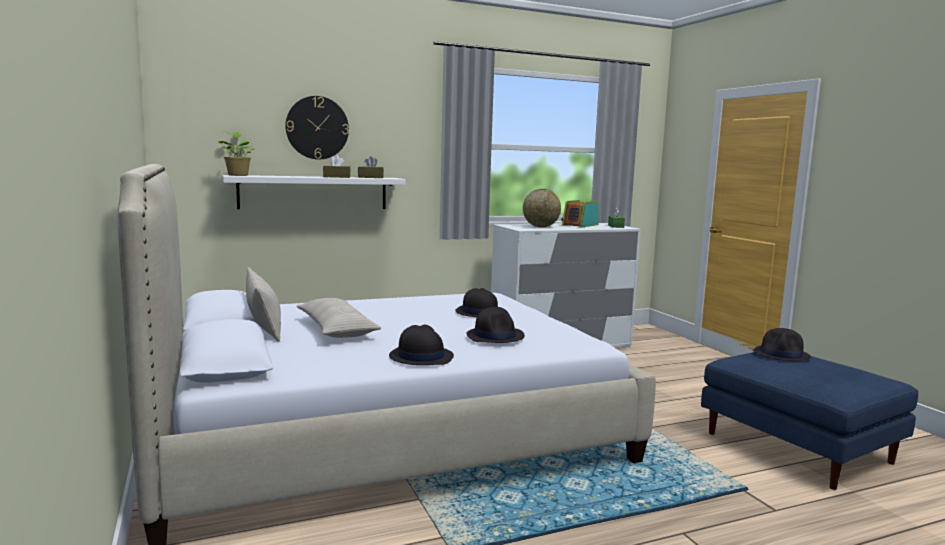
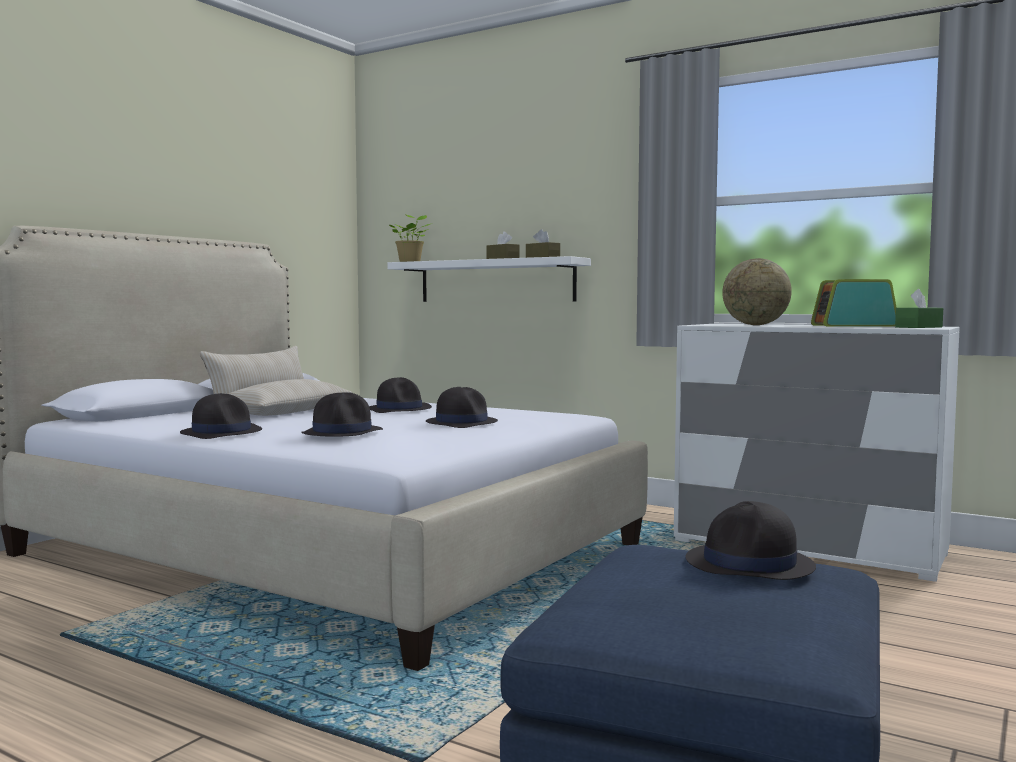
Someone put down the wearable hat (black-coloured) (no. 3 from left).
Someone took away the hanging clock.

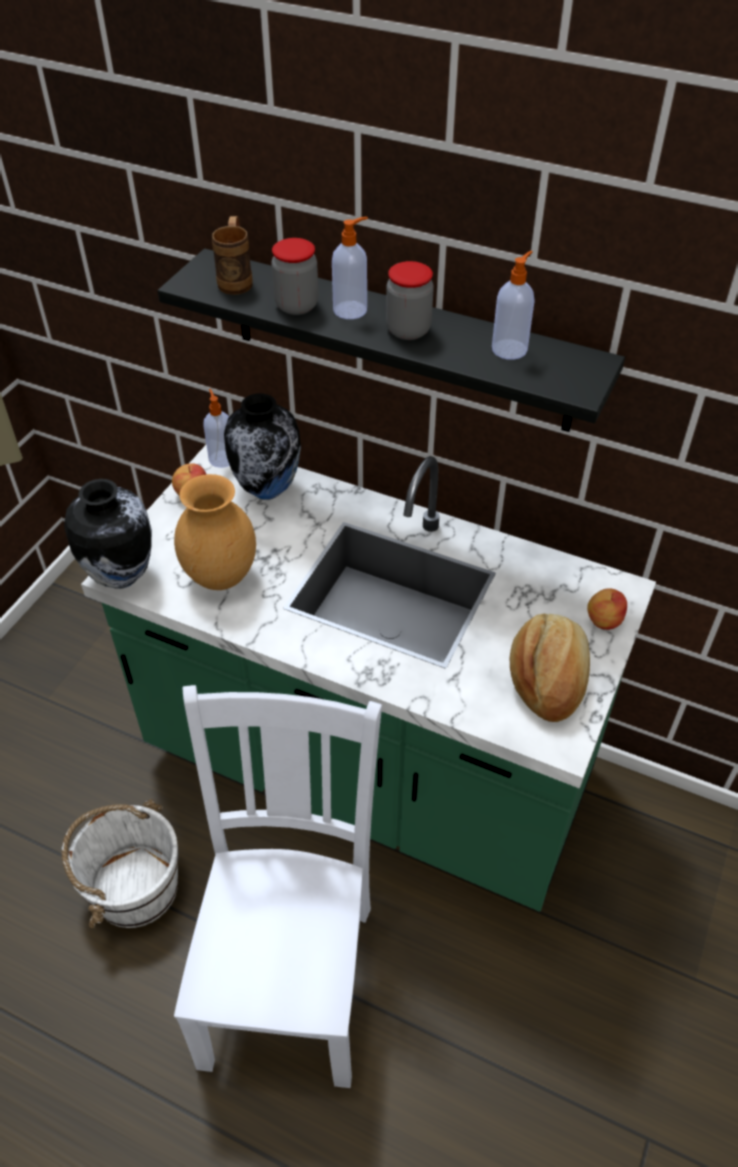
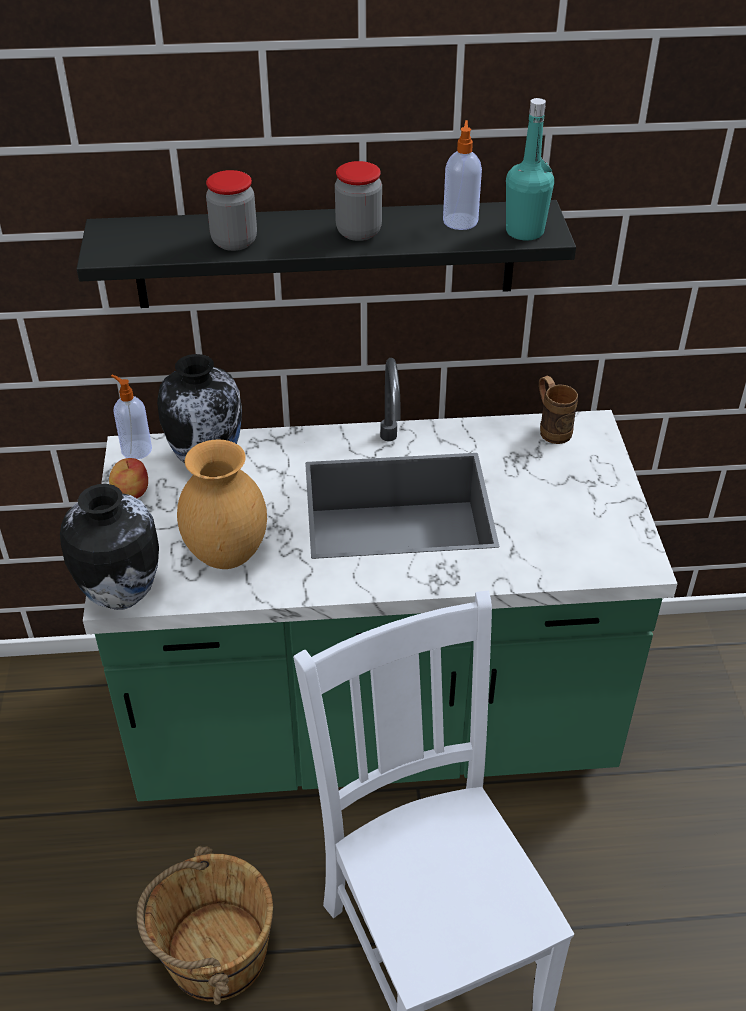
Someone repainted the water bucket (whitish), which became the water bucket (brown-coloured).
Someone put down the beverage bottle (blue-green).
Someone carried the coffee mug (brown-coloured).
Someone took away the soap bottle (no. 2 from left).
Someone took away the bread.
Someone took away the whole apple (no. 2 from left).

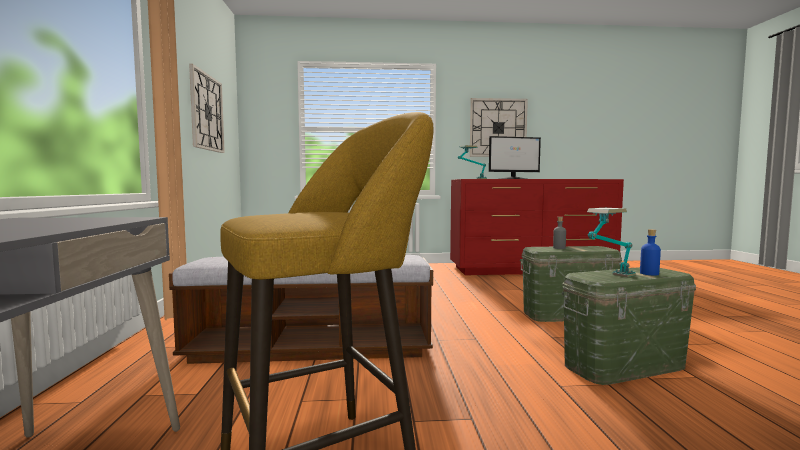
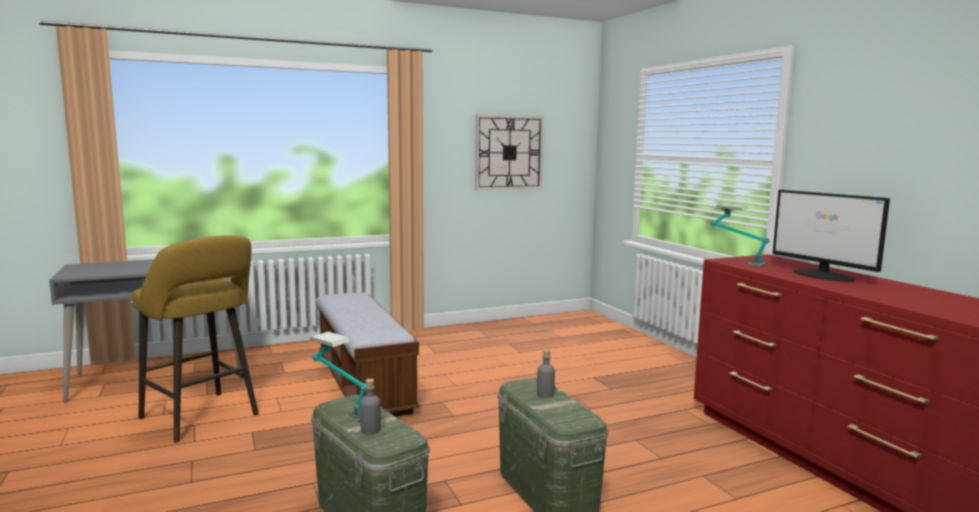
Someone repainted the beverage bottle (bluish), which became the beverage bottle (grey) (no. 1 from left).
Someone took away the hanging clock (no. 2 from left).

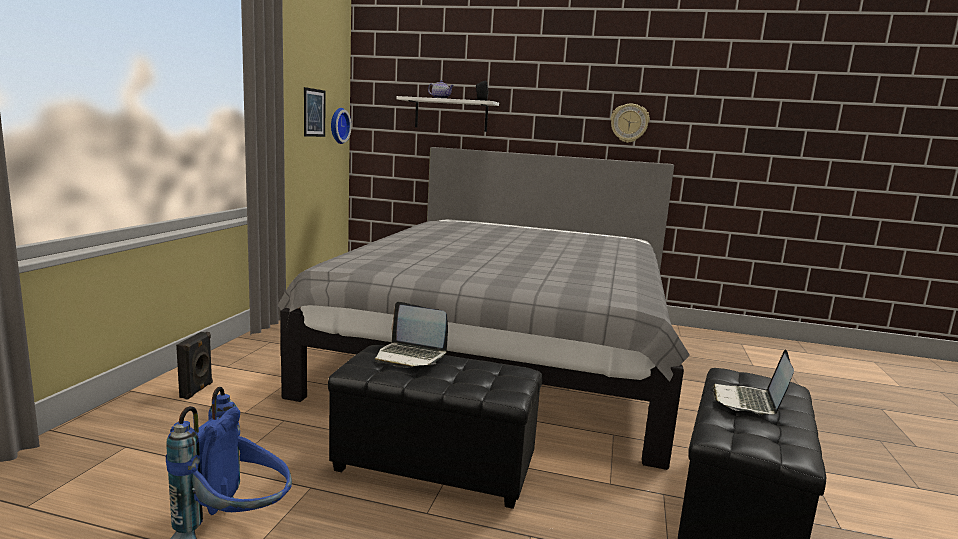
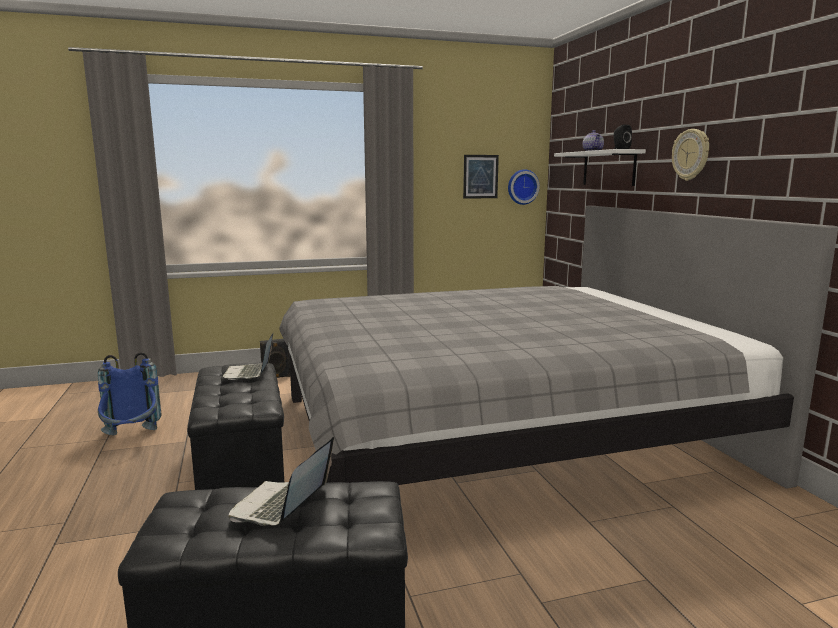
Someone rotated the laptop (no. 2 from left) by 60 degrees counterclockwise.
Someone carried the hanging clock (no. 2 from left).

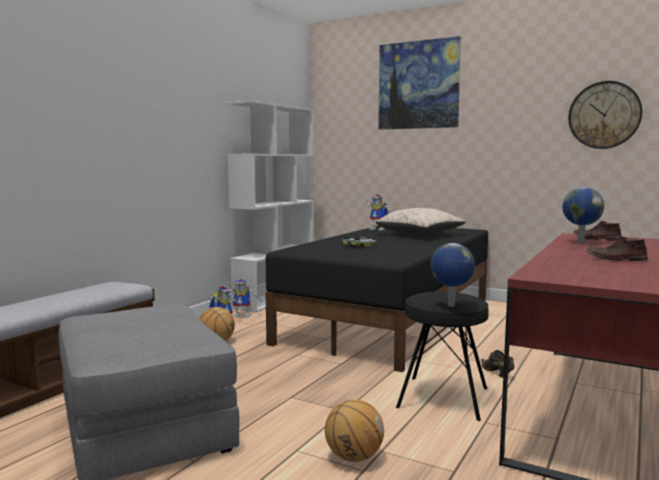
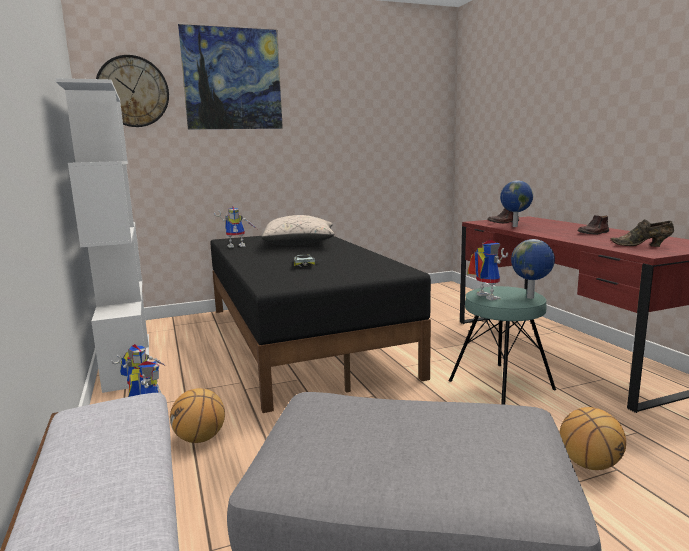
Someone carried the hanging clock.
Someone repainted the stool seat (black-coloured), which became the stool seat (blue-green).
Someone put down the robot figure (no. 4 from left).
Someone carried the low shoe (brown-coloured) (no. 1 from left in the first image).

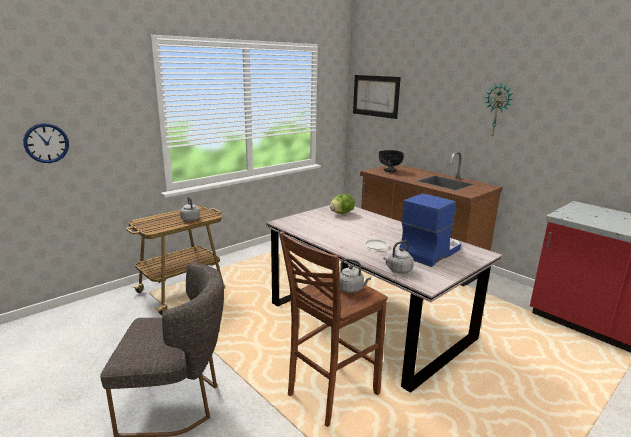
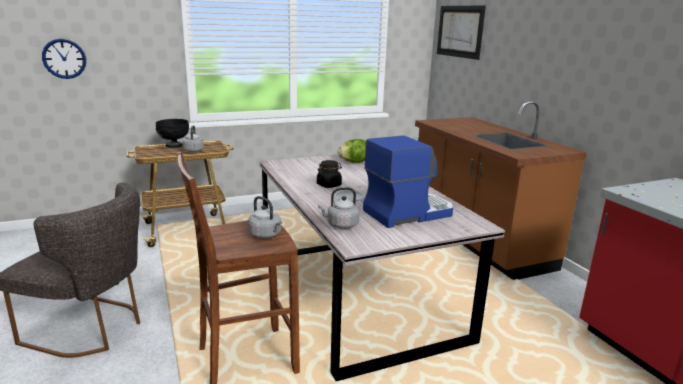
Someone carried the serving bowl (black-coloured).
Someone put down the jar (black-coloured).
Someone took away the hanging clock (no. 2 from left).

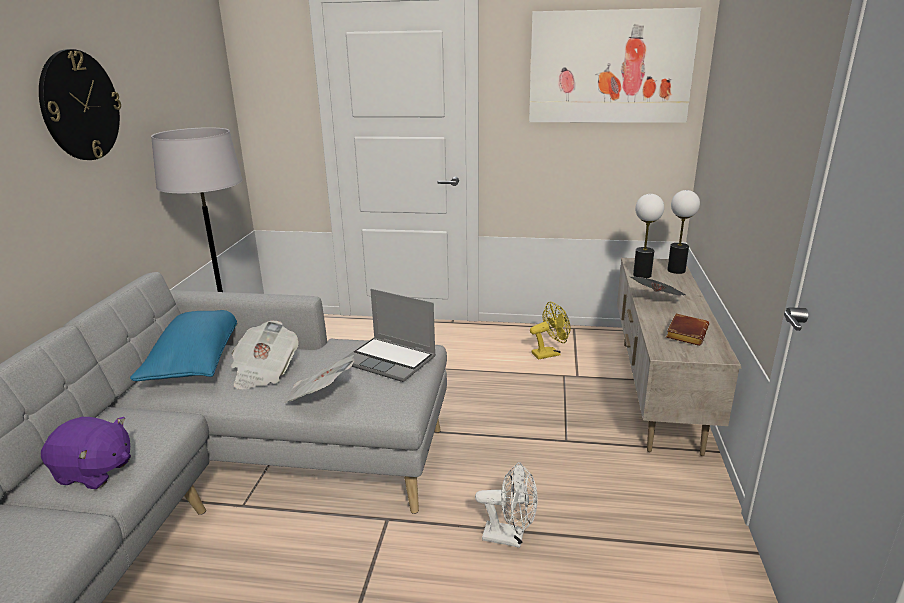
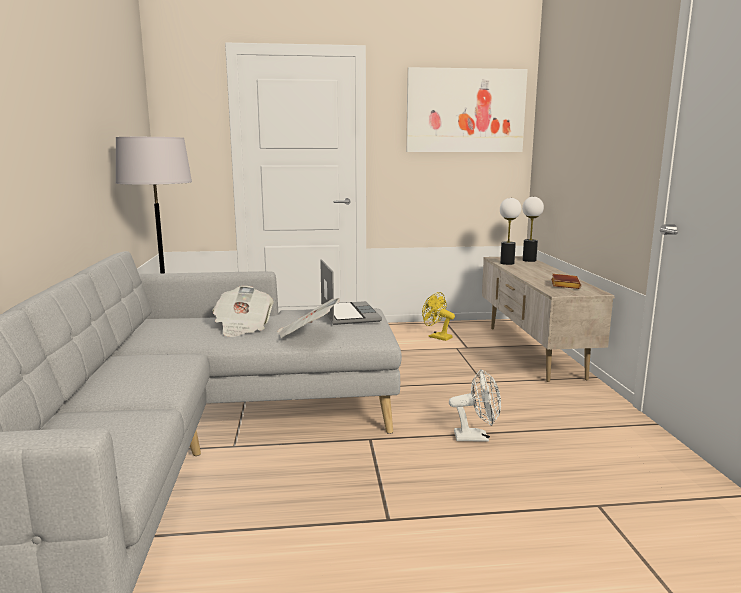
Someone rotated the laptop by 120 degrees counterclockwise.
Someone rotated the cooling fan (yellowish) by 105 degrees counterclockwise.
Someone took away the hanging clock.
Someone took away the cuddly toy (purplish).
Someone took away the pillow (bluish).
Someone took away the newspaper (no. 3 from left).

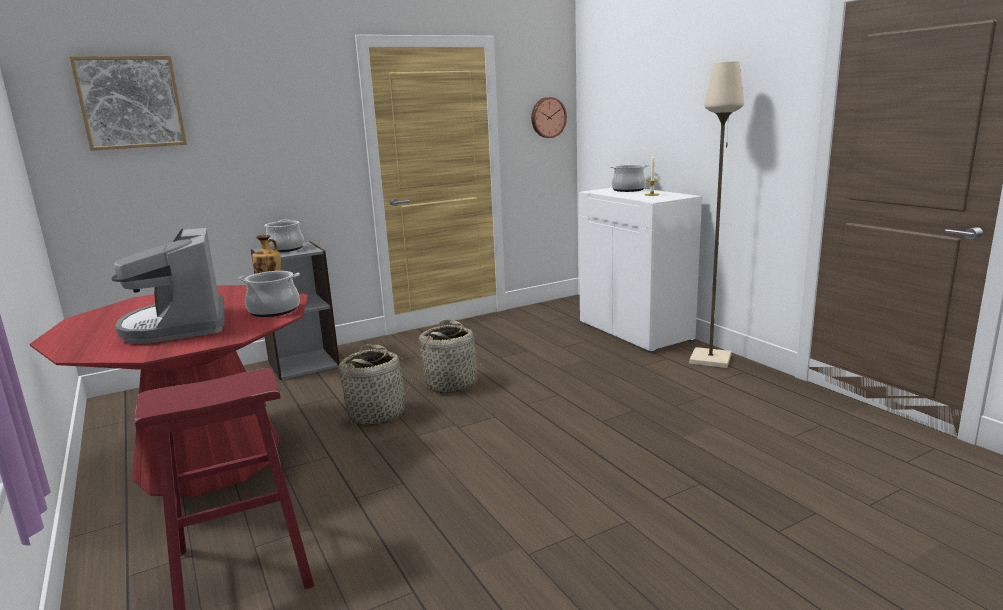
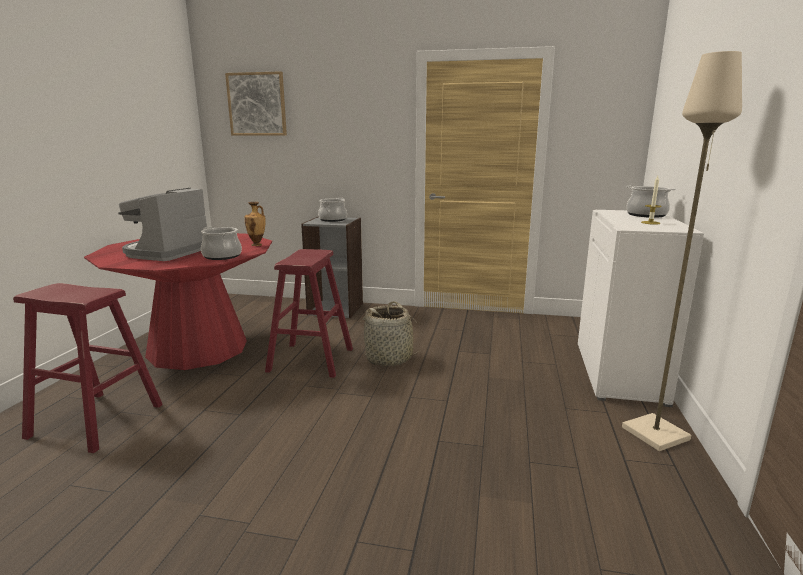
Someone swapped the basket (no. 1 from left) for the stool seat (red-coloured) (no. 2 from left).
Someone took away the hanging clock.

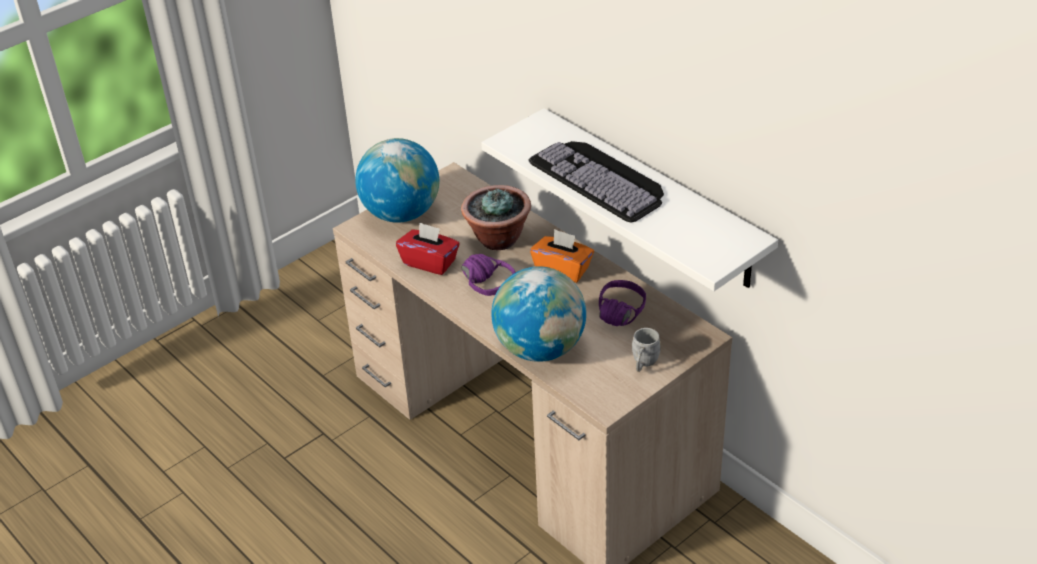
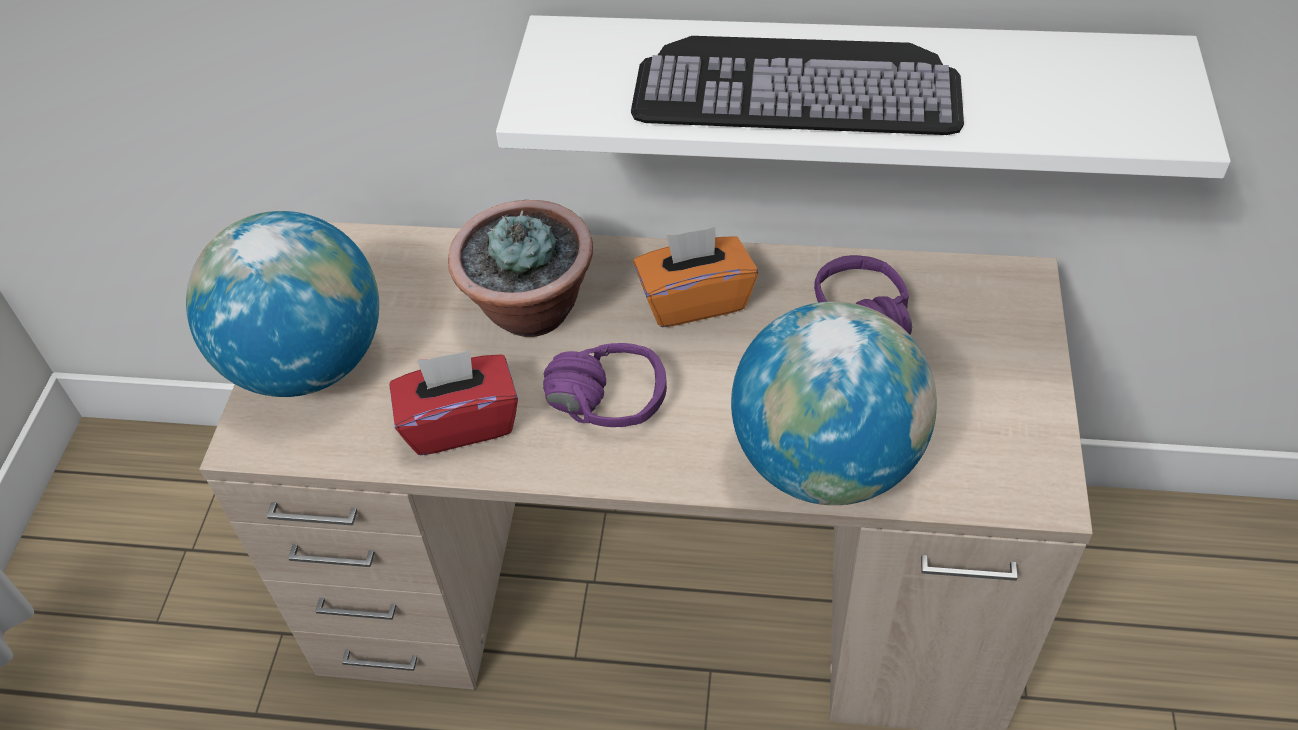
Someone took away the coffee mug (grey).

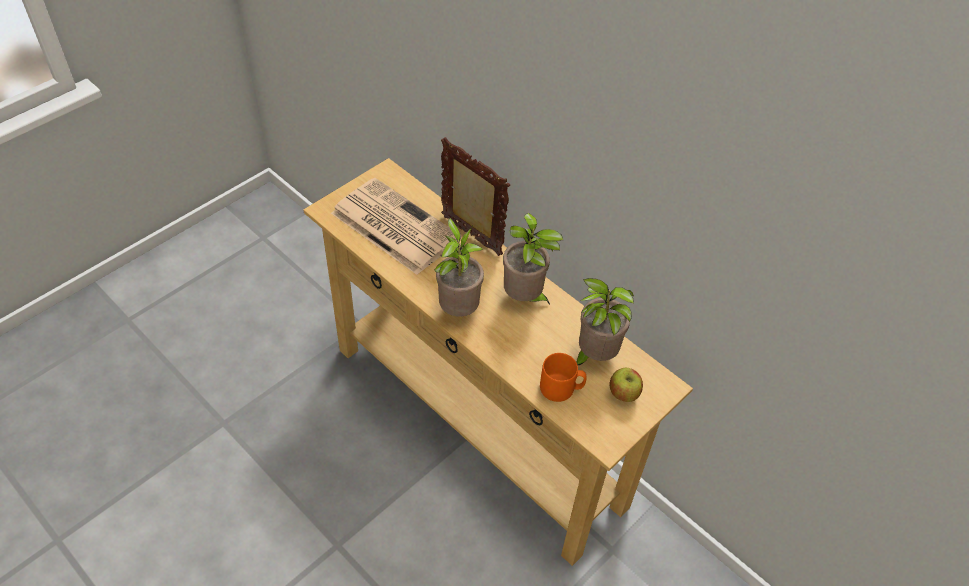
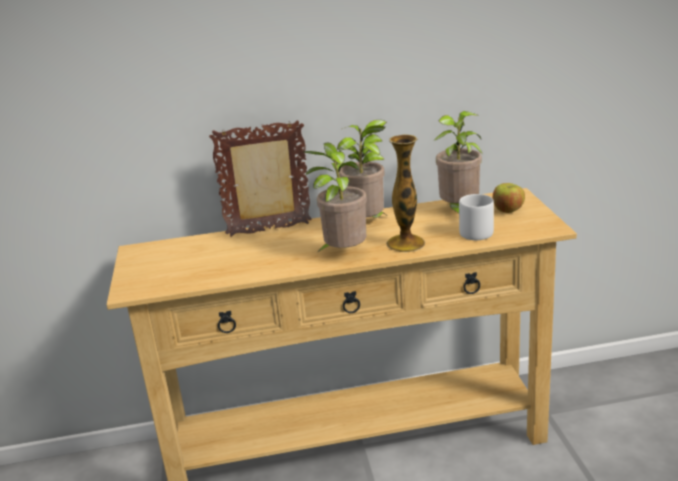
Someone put down the vase.
Someone repainted the coffee mug (orange), which became the coffee mug (grey).
Someone took away the newspaper.

